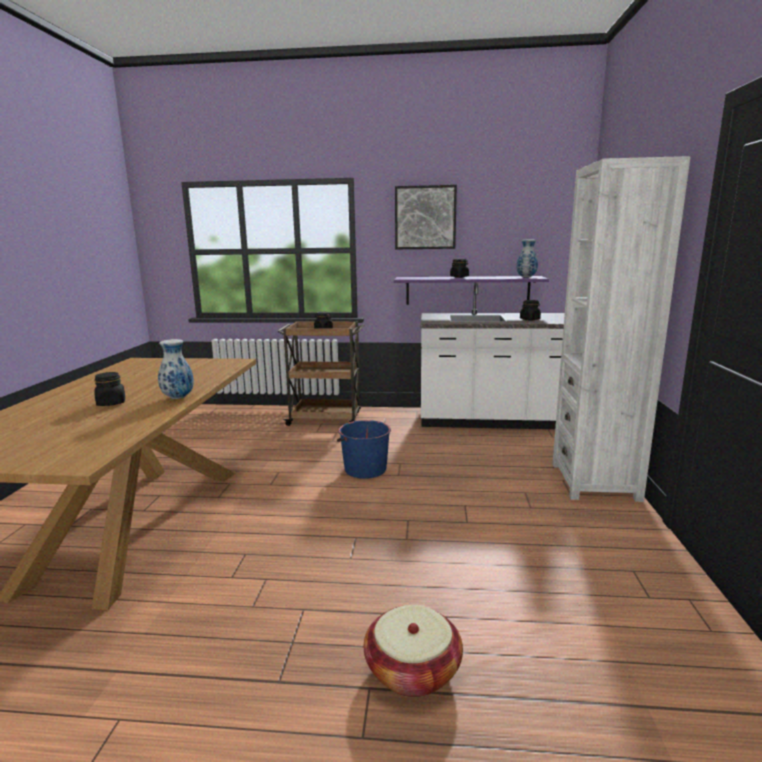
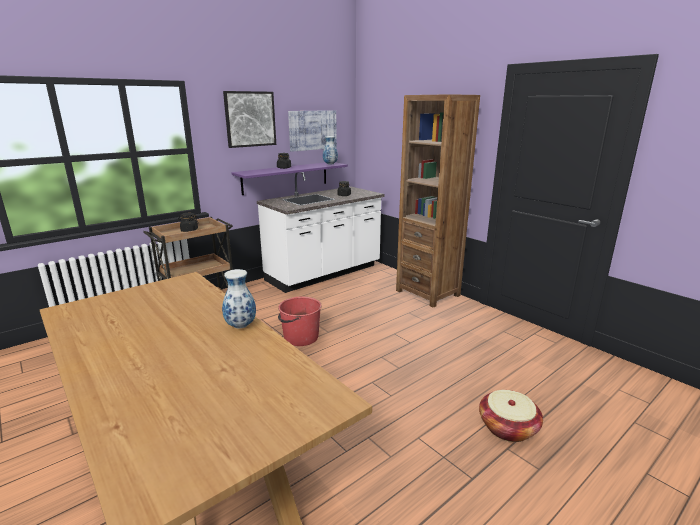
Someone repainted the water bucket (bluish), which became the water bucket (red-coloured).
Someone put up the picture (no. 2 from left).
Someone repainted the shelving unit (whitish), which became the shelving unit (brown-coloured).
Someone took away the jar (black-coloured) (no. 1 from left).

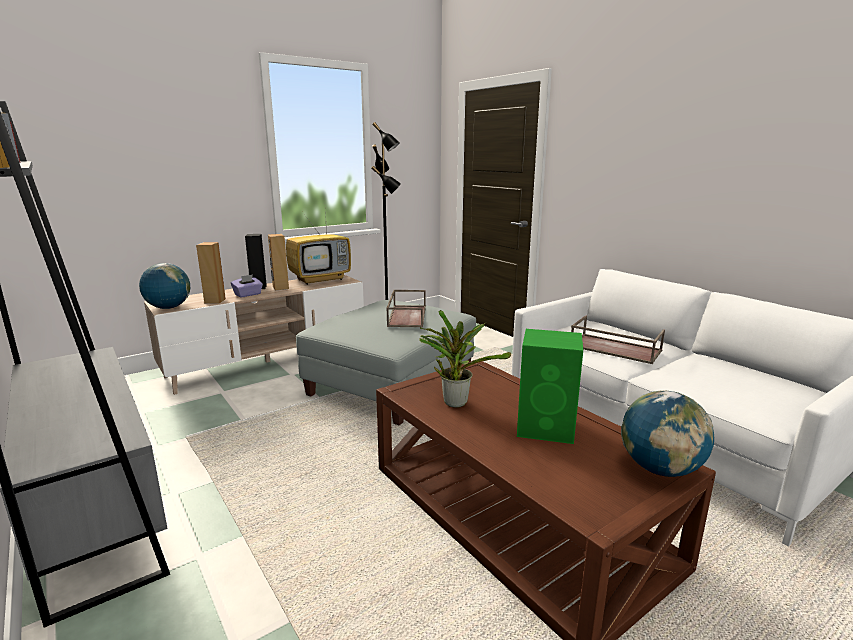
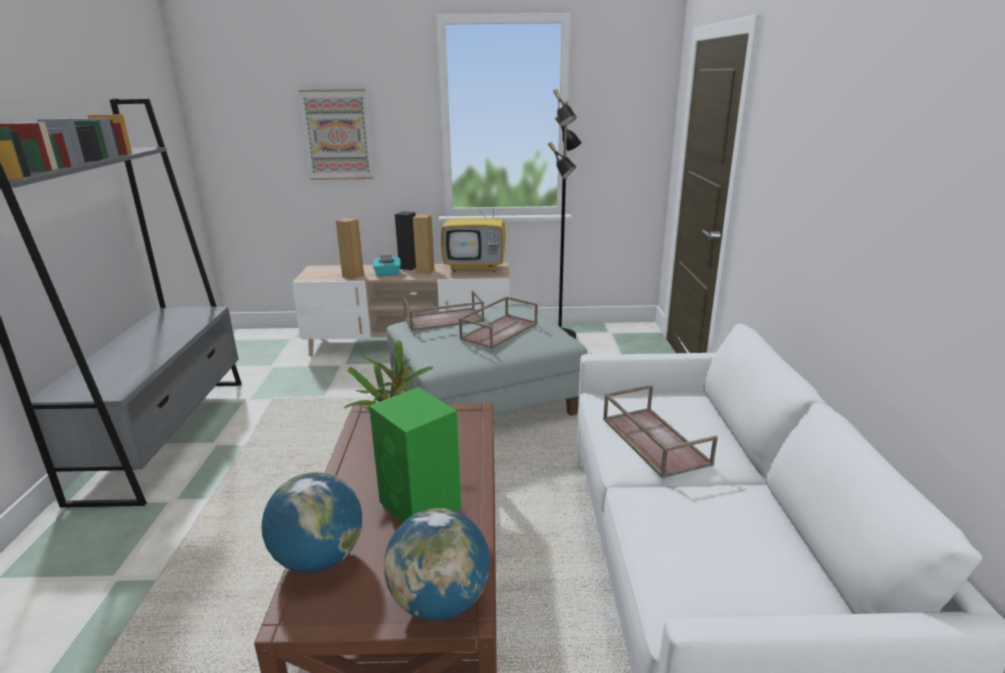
Someone carried the world globe (no. 1 from left).
Someone put up the picture.
Someone repainted the tissue box (purplish), which became the tissue box (blue-green).
Someone put down the tray (brown-coloured) (no. 1 from left).

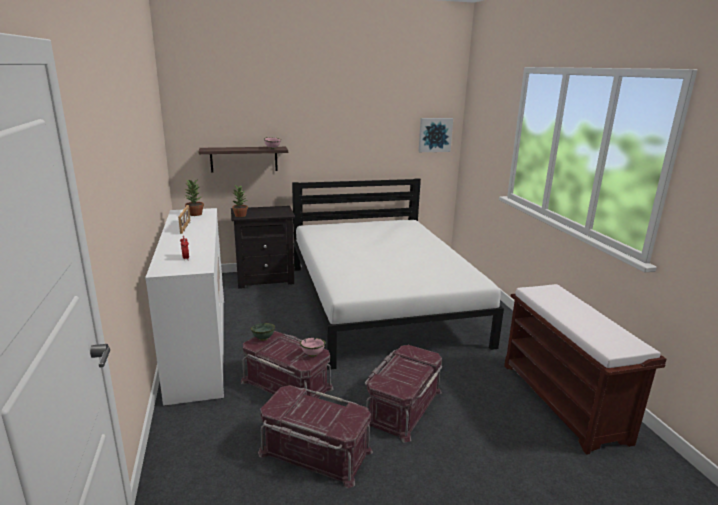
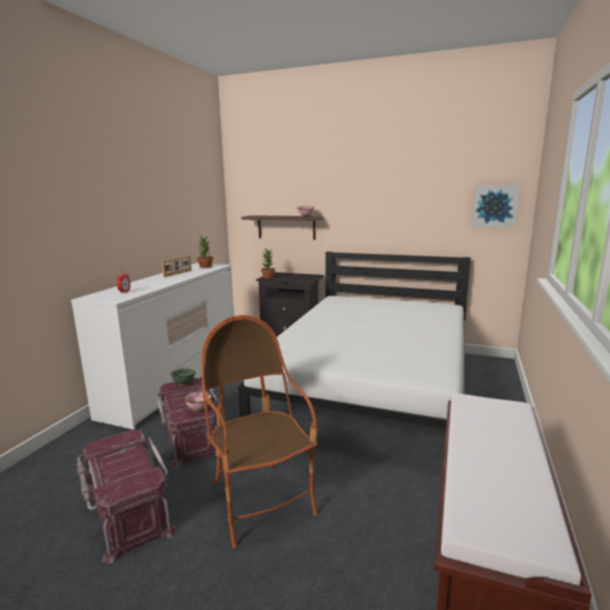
Someone swapped the storage bin (red-coloured) (no. 3 from left) for the lounge chair.

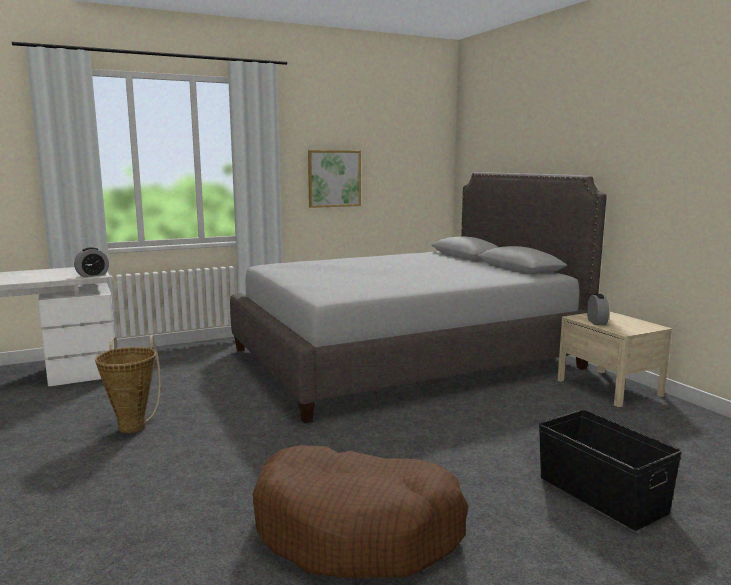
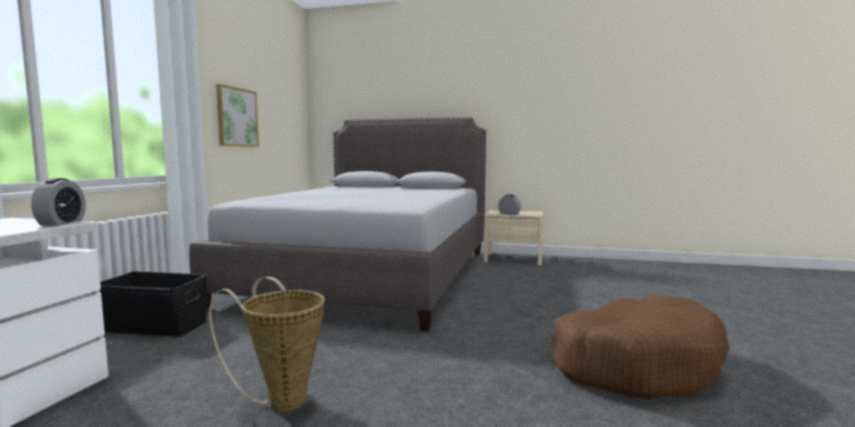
Someone carried the storage bin (black-coloured).

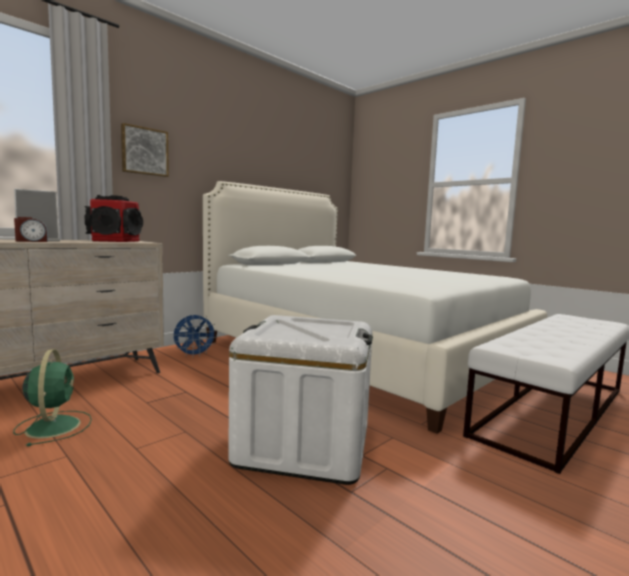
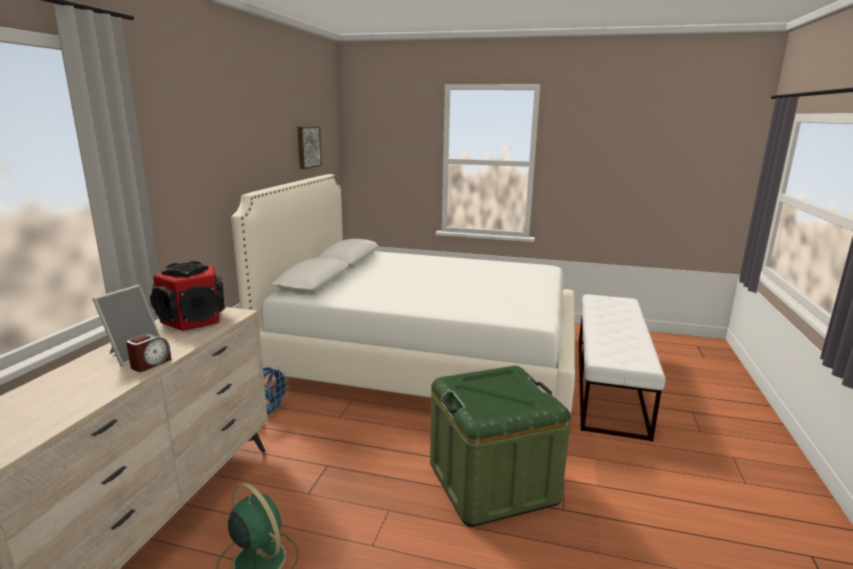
Someone carried the picture.
Someone repainted the storage bin (whitish), which became the storage bin (greenish).

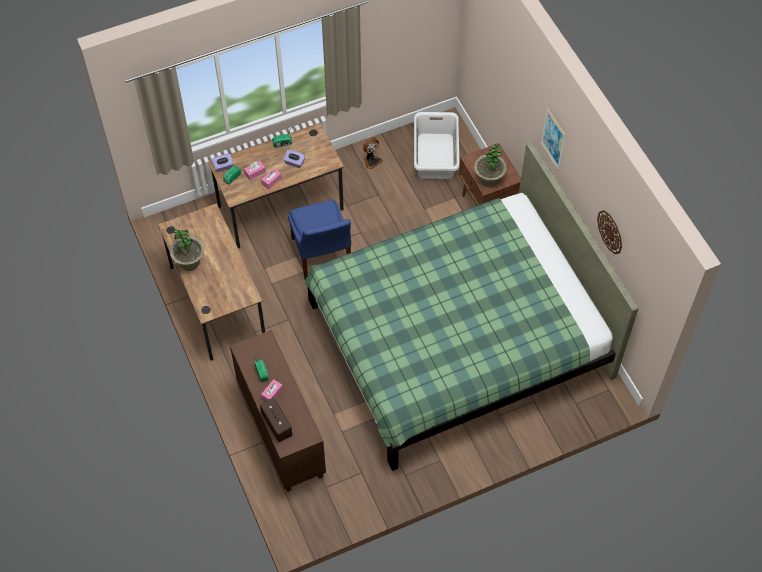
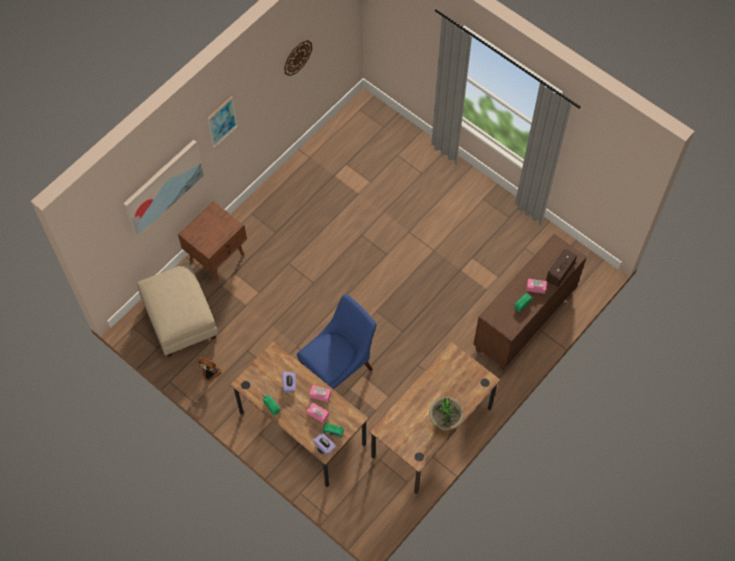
Someone put up the picture (no. 1 from left).
Someone swapped the hamper (whitish) for the pouffe (beige-coloured).
Someone took away the sleeping bed (greenish).
Someone took away the potted plant (no. 2 from left).

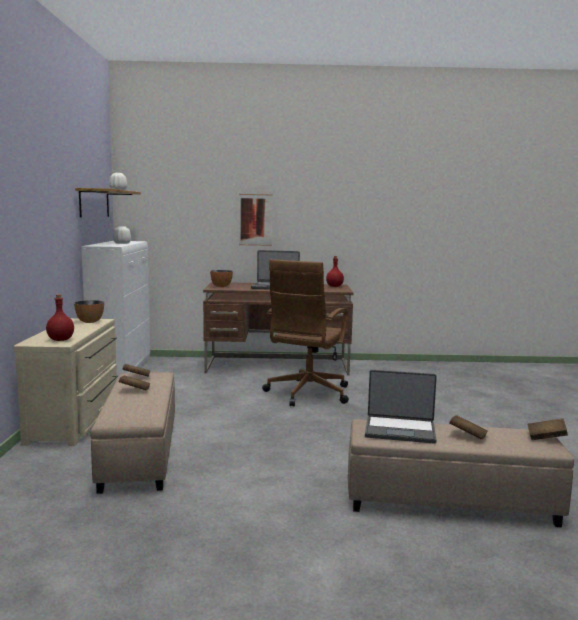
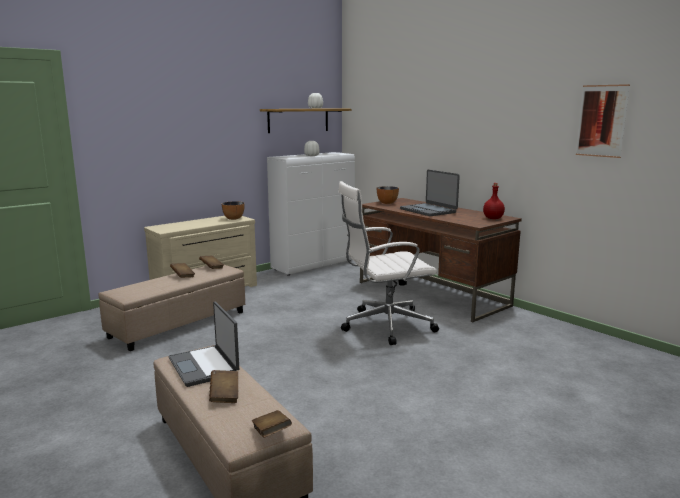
Someone repainted the computer chair (brown-coloured), which became the computer chair (whitish).
Someone carried the picture.
Someone took away the beverage bottle (red-coloured) (no. 1 from left).

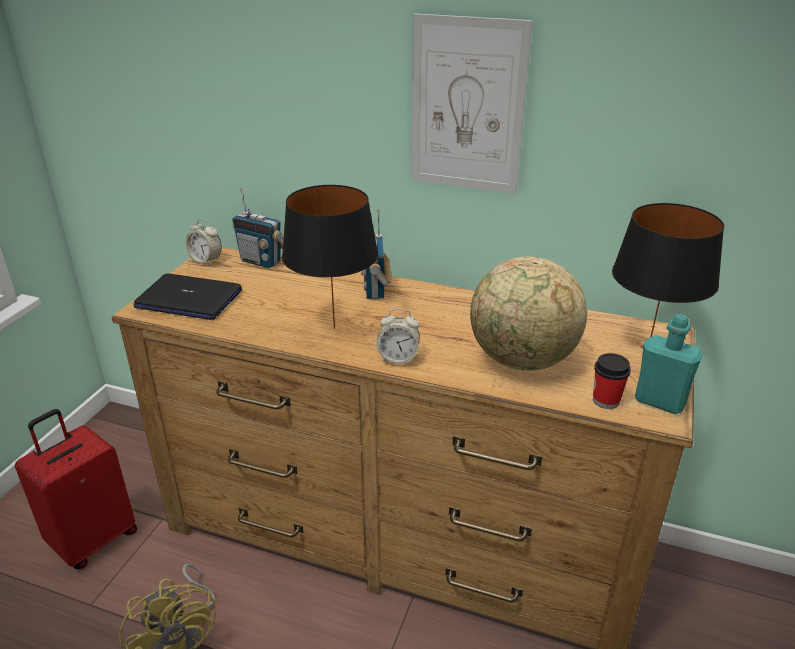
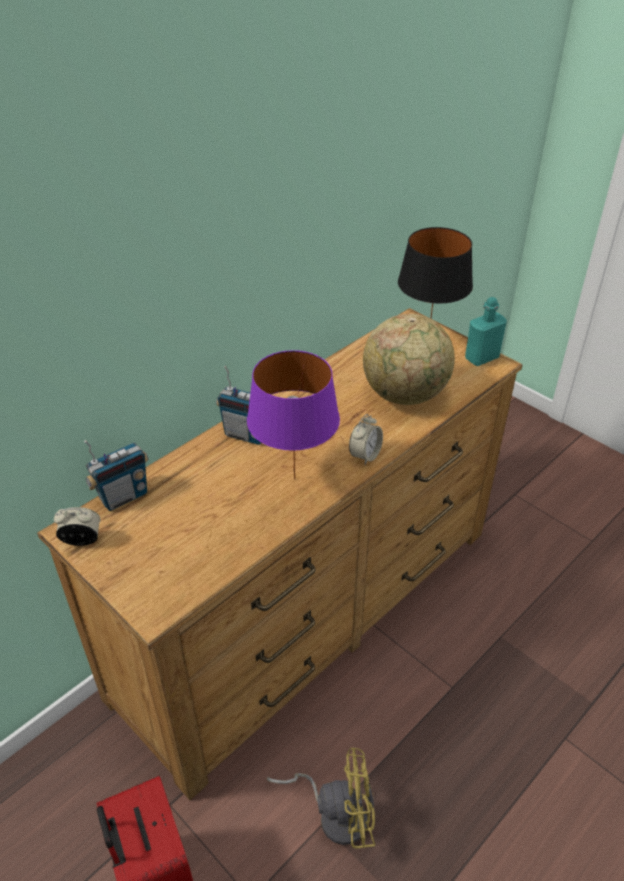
Someone rotated the bedside clock (no. 1 from left) by 150 degrees counterclockwise.
Someone repainted the table lamp (black-coloured) (no. 1 from left), which became the table lamp (purplish).
Someone took away the laptop.
Someone took away the picture.
Someone took away the drinking cup.

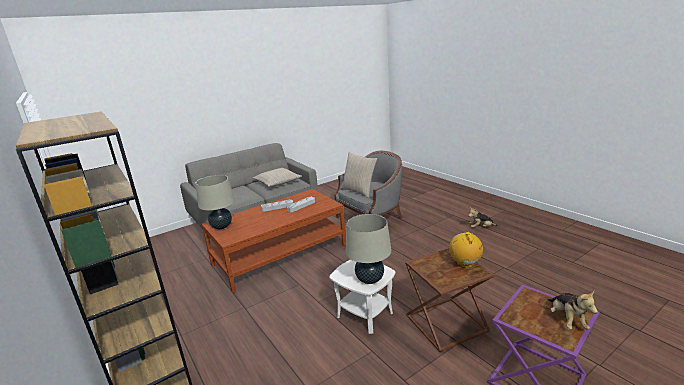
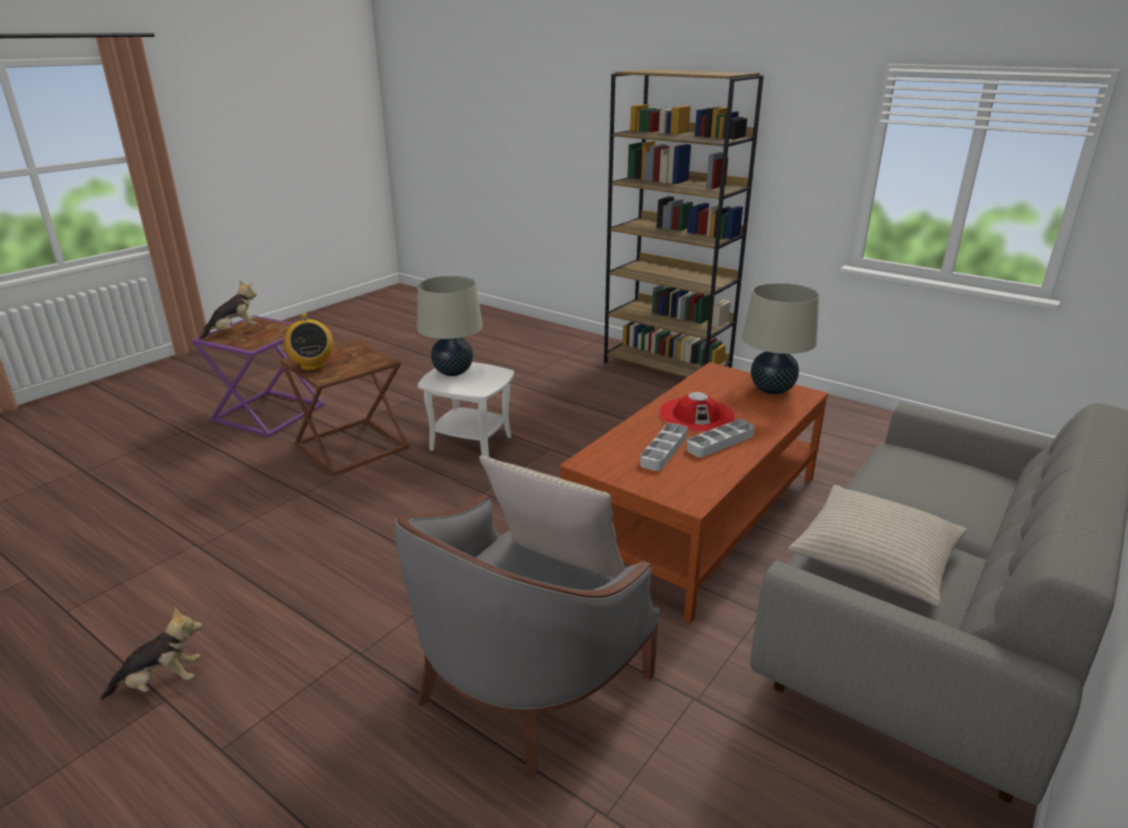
Someone rotated the cuddly toy (no. 2 from left) by 75 degrees clockwise.
Someone put down the wearable hat (red-coloured).

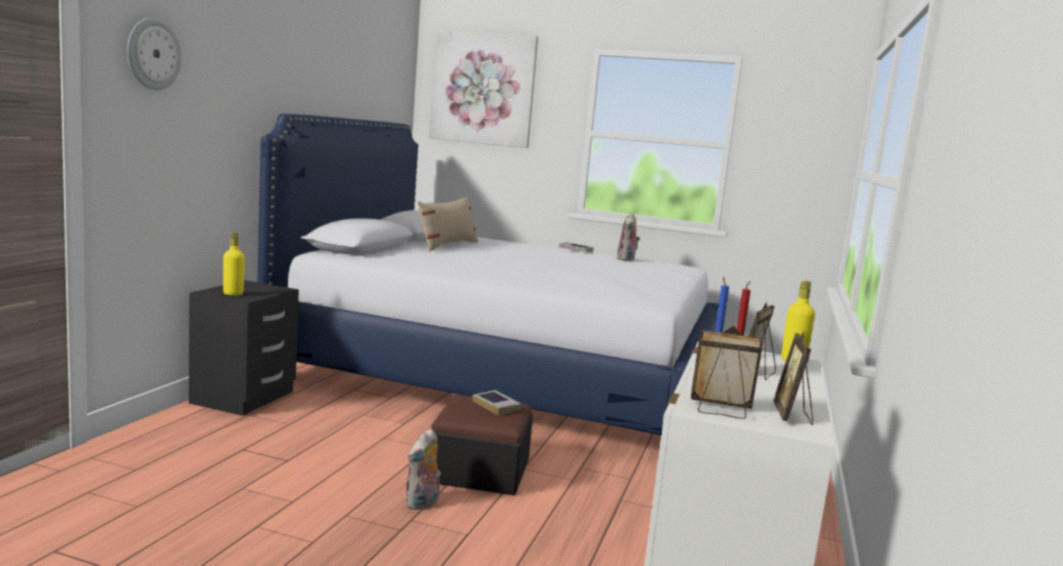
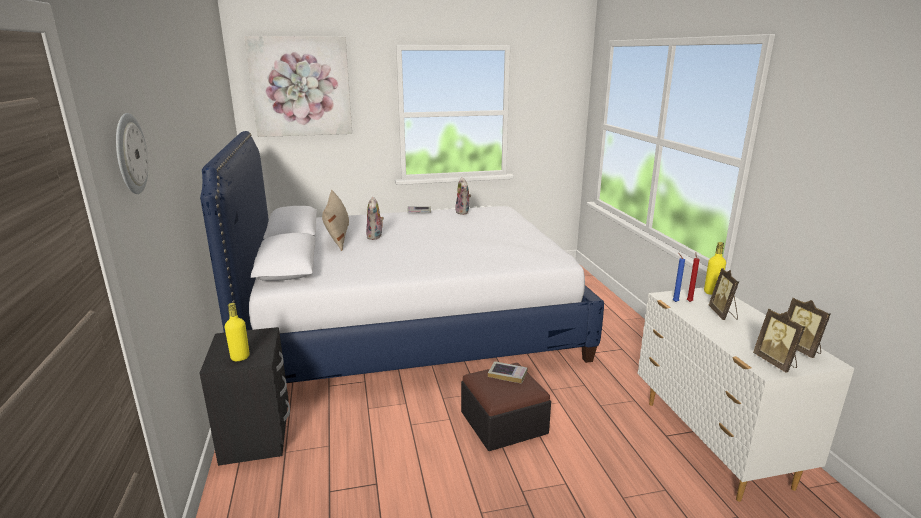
Someone carried the cuddly toy (no. 1 from left).
Someone rotated the picture frame (no. 1 from left in the first image) by 90 degrees counterclockwise.

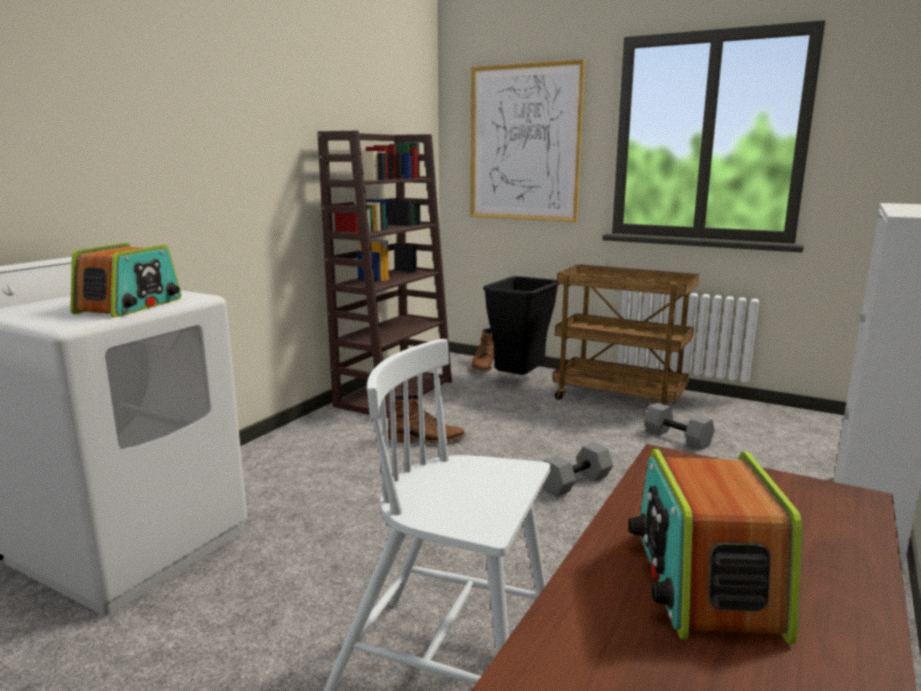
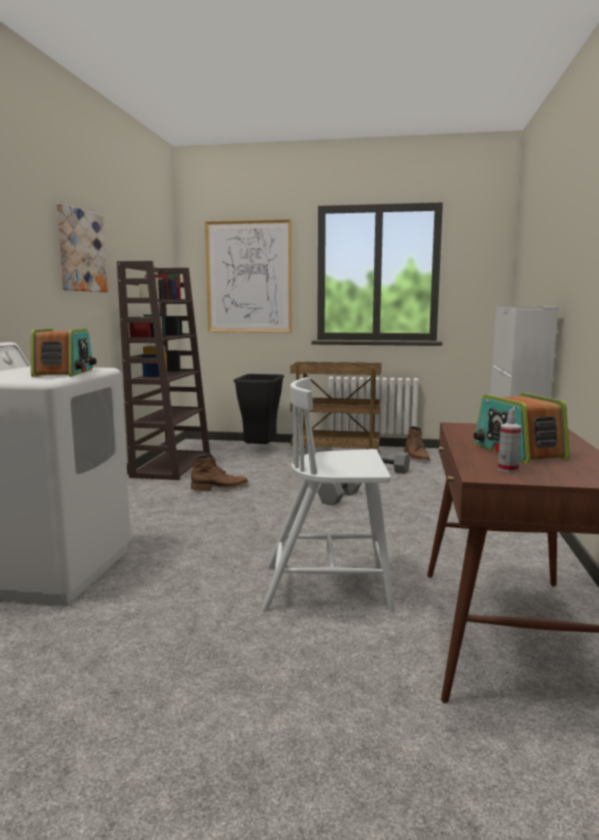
Someone put up the picture (no. 1 from left).
Someone carried the tall boot (brown-coloured) (no. 2 from left).
Someone put down the hand sprayer.

